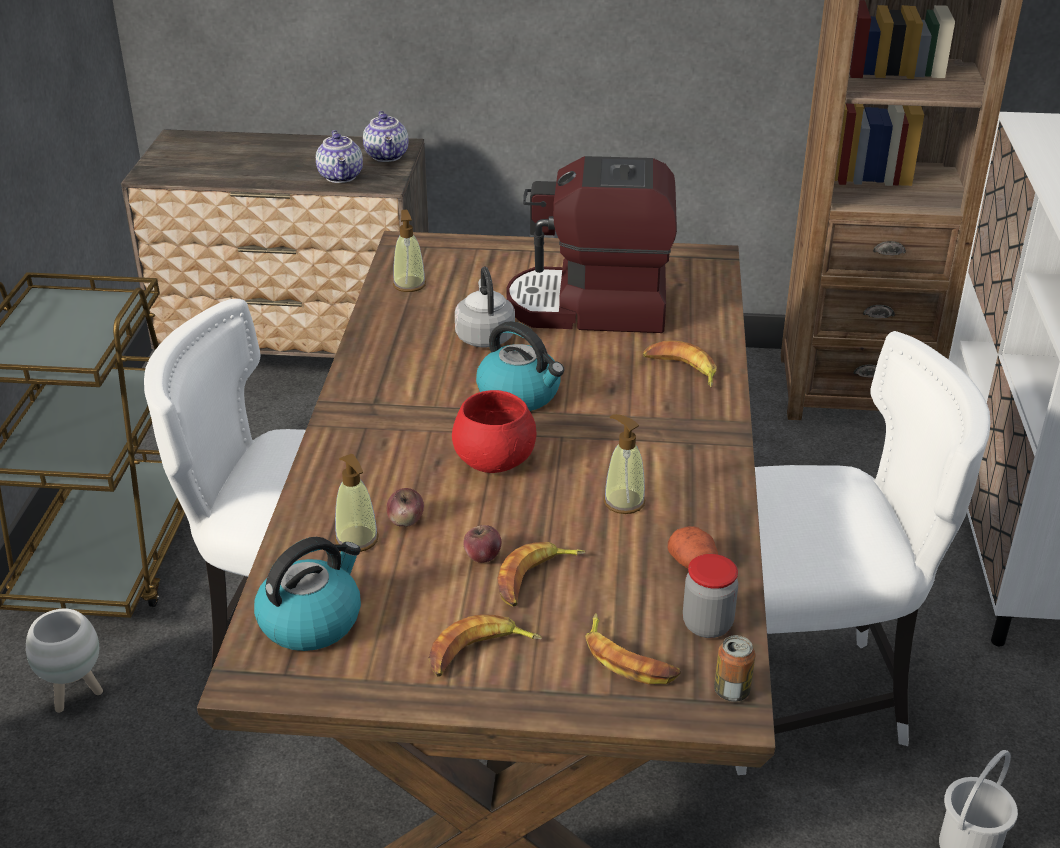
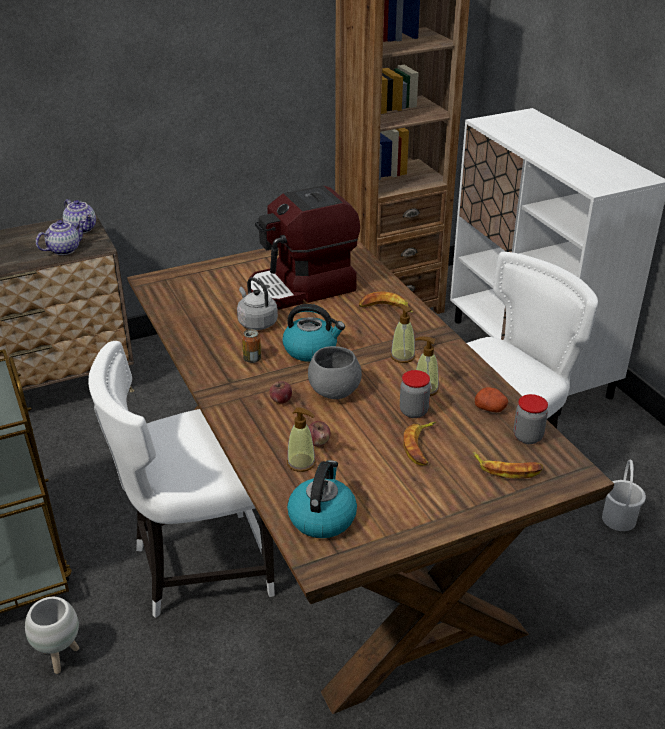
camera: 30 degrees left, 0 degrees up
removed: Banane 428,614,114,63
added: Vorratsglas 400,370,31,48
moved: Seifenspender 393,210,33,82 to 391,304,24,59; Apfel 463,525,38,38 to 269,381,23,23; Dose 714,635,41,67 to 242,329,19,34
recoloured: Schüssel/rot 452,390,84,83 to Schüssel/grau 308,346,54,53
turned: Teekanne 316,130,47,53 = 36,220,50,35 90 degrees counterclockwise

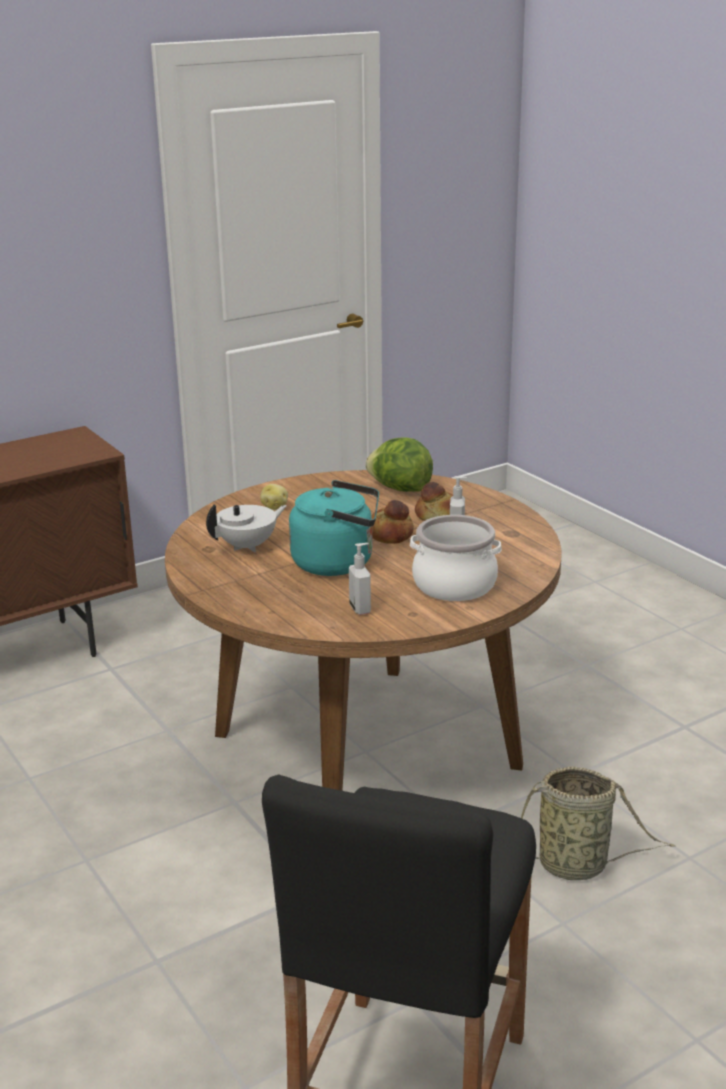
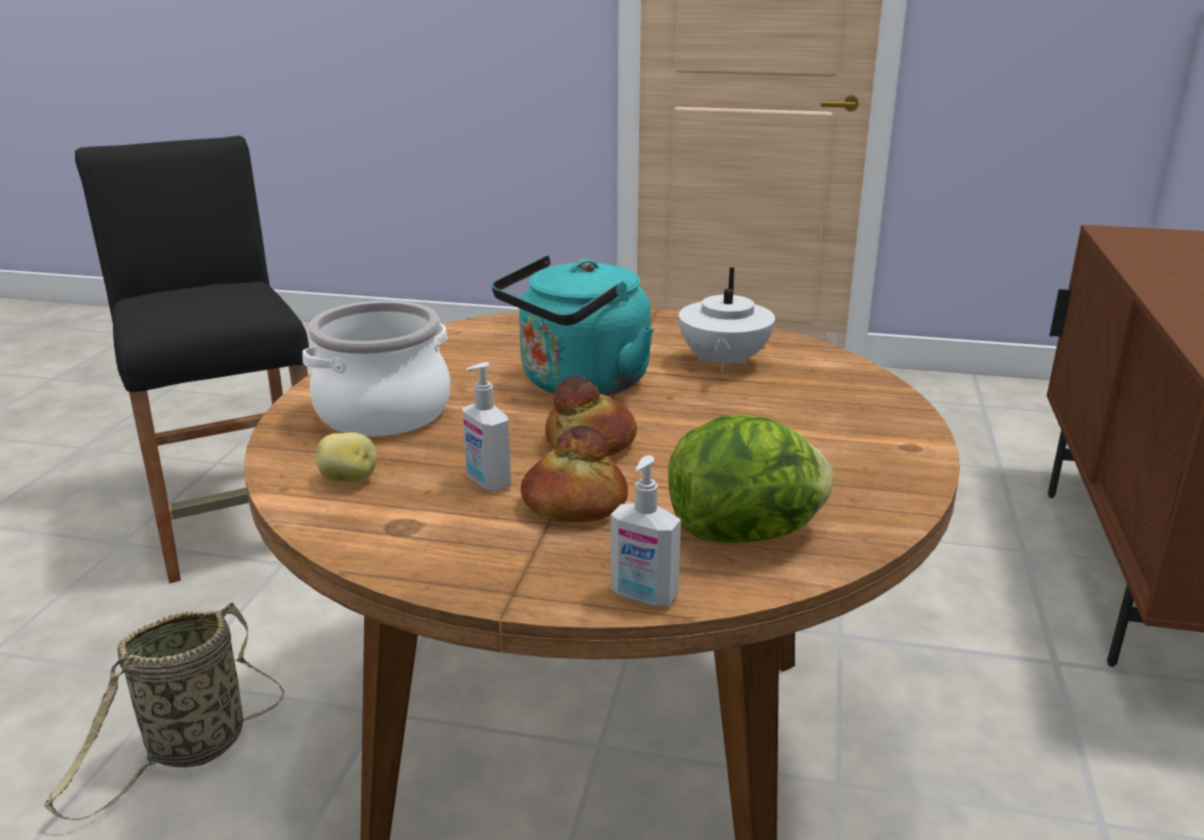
camera: 135 degrees right, 0 degrees up
moved: Kartoffel 260,484,28,26 to 316,432,61,51; Seifenspender 349,543,22,72 to 610,455,71,151

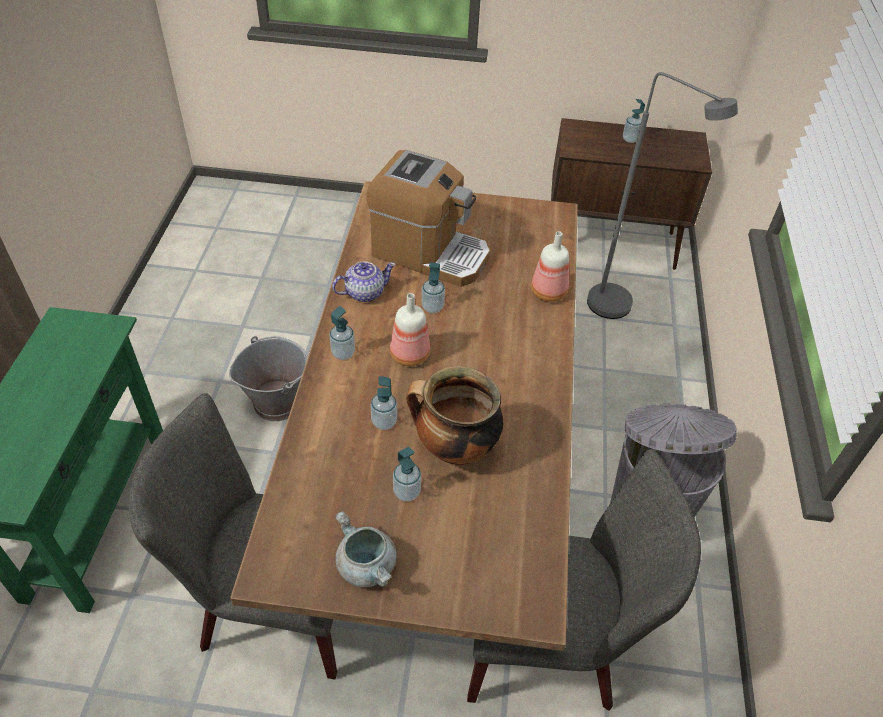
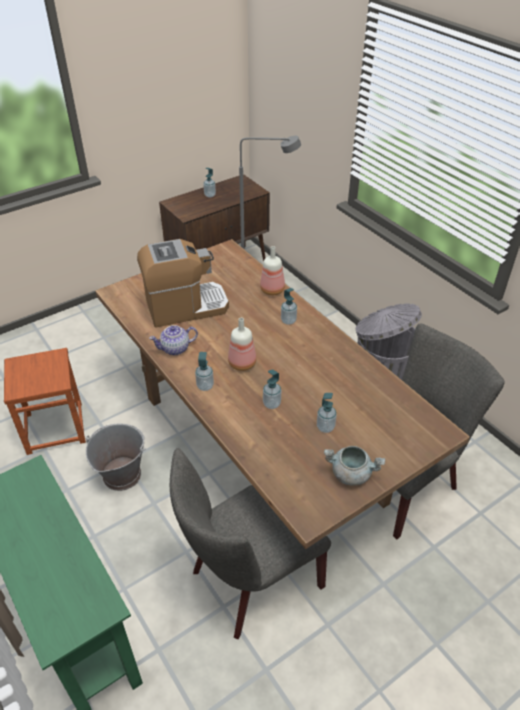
camera: 40 degrees left, 5 degrees down
removed: Kochtopf 406,366,97,99
added: Hocker/braun 4,348,82,107
moved: Seifenspender 422,262,23,51 to 281,288,16,37
turned: Teekanne 332,261,64,41 = 149,325,49,30 135 degrees counterclockwise

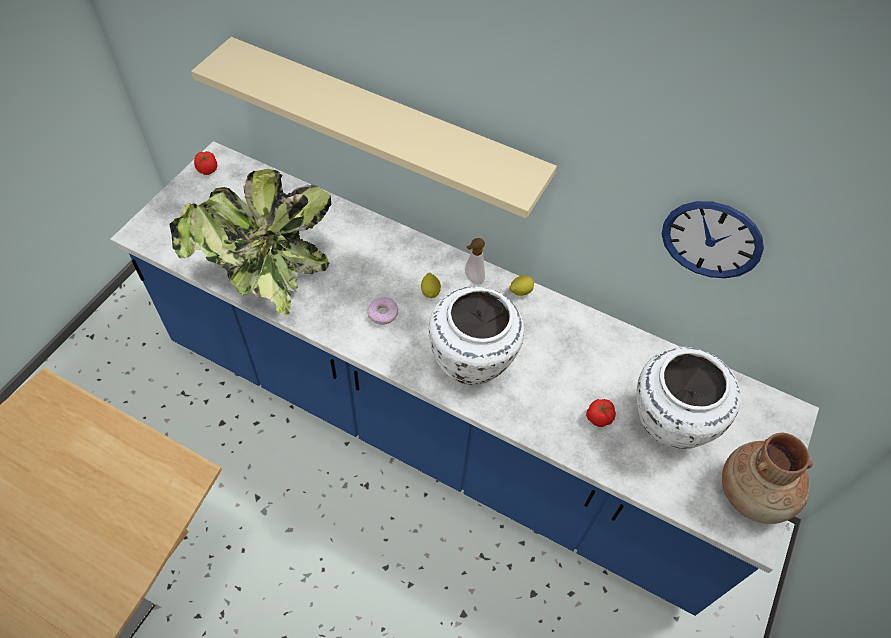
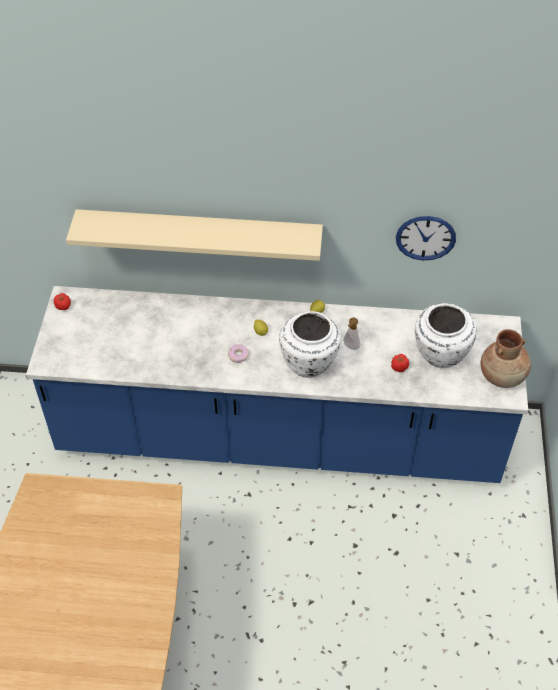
camera: 20 degrees left, 5 degrees down
removed: Topfpflanze 169,169,163,147
moved: Seifenspender 465,238,20,47 to 343,318,17,32

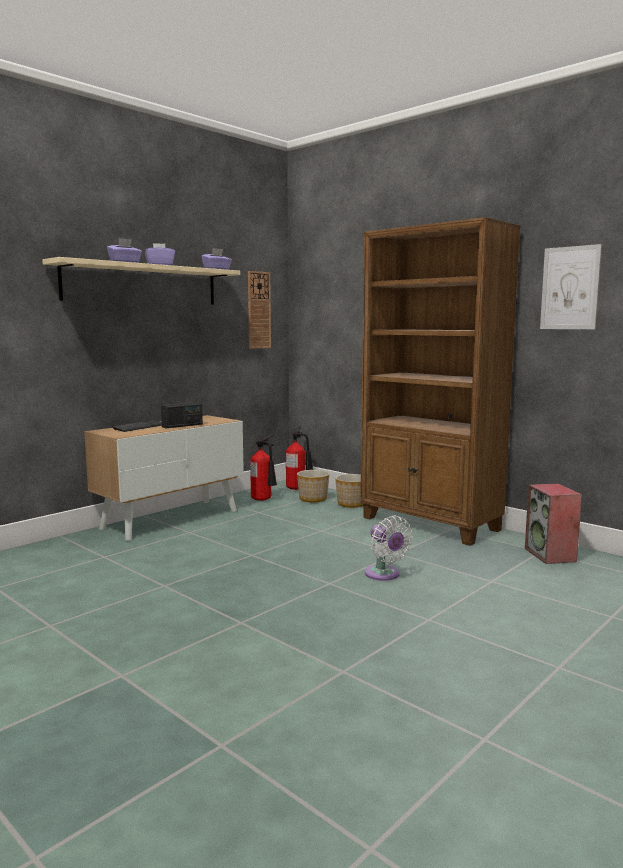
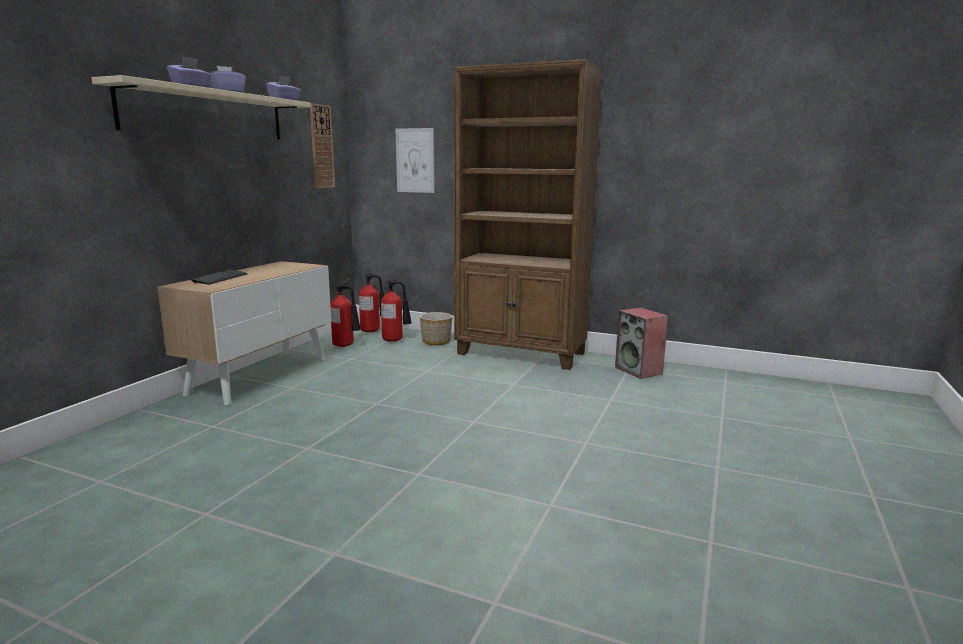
camera: 20 degrees left, 5 degrees up
removed: Radio 161,402,42,26; Ventilator/weiß 365,516,48,65
moved: Bild 540,244,62,85 to 396,128,39,65
replaced: Pflanzkübel 297,470,32,33 to Feuerlöscher 381,274,31,68

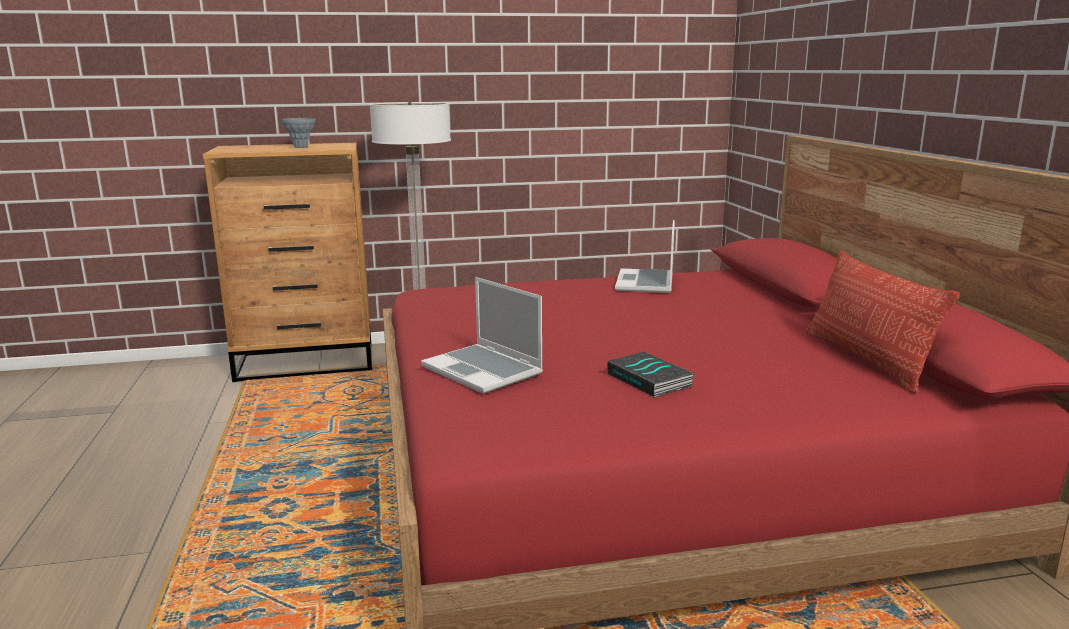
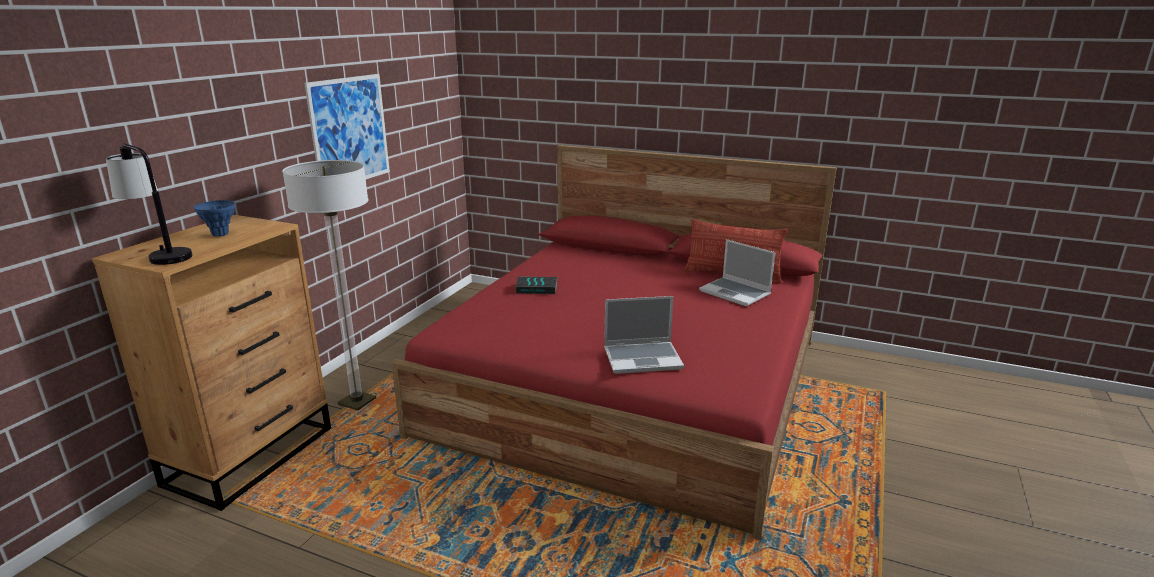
camera: 55 degrees left, 5 degrees up
added: Tischlampe 106,143,86,122; Bild 304,74,86,105
moved: Buch 607,352,88,45 to 516,276,42,18; Laptop 615,220,60,73 to 699,239,77,67
recoloured: Vase/grau 281,118,35,30 to Vase/blau 194,200,41,37

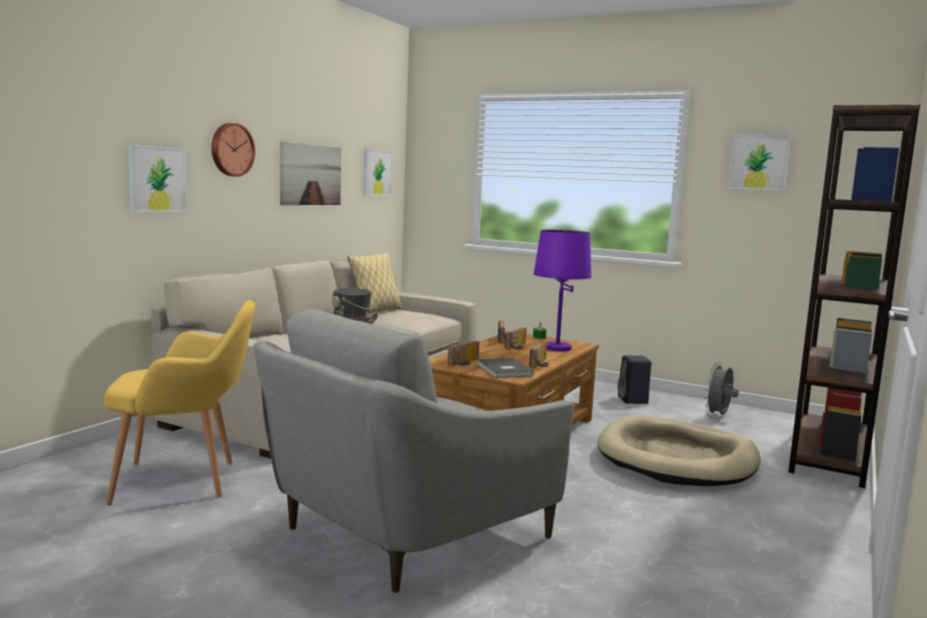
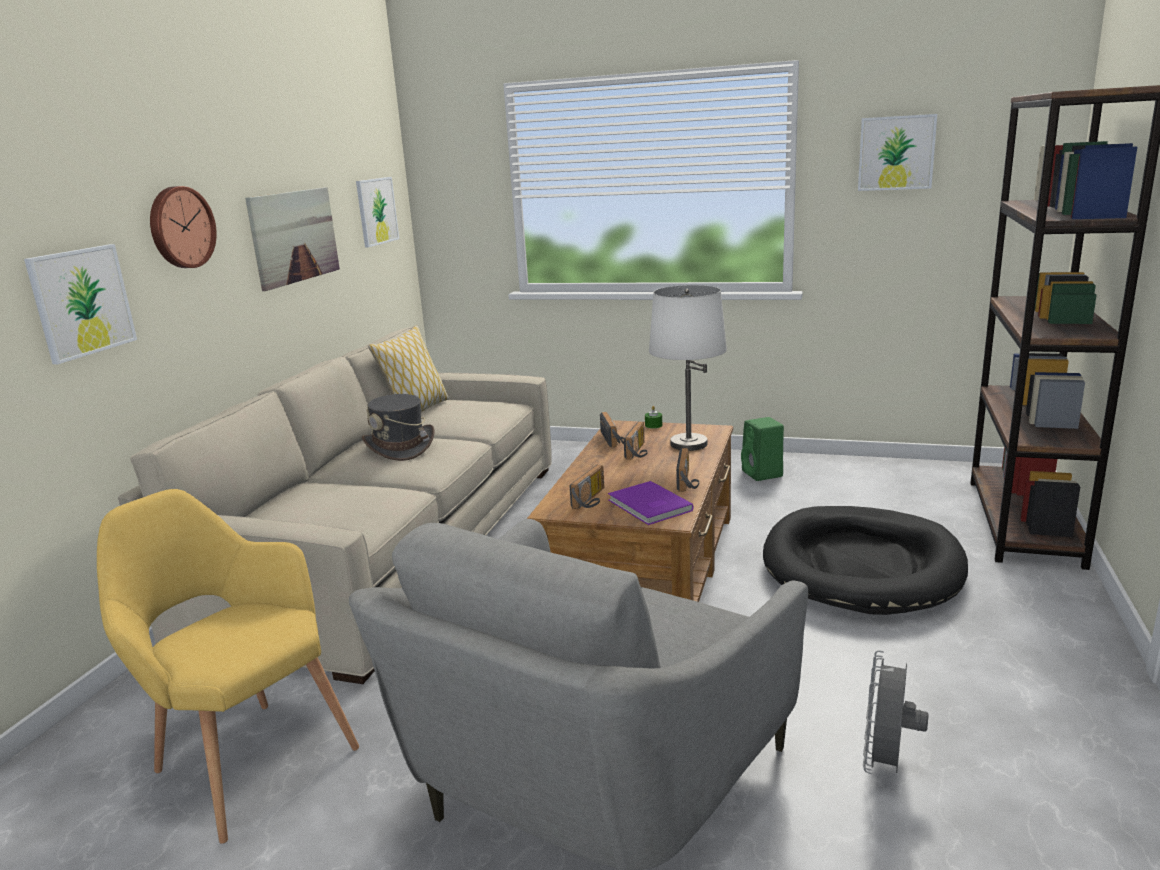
camera: 10 degrees left, 10 degrees up
moved: Ventilator/grau 705,362,34,54 to 863,651,66,123
recoloured: Buch/grau 477,358,56,20 to Buch/lila 608,481,86,44; Tischlampe/lila 534,230,58,122 to Tischlampe/weiß 649,285,78,166; Hundebett/beige 597,415,163,71 to Hundebett/schwarz 763,506,205,109; Lautsprecher/schwarz 618,355,34,49 to Lautsprecher/grün 741,417,43,64
turned: Sessel/gelb 104,300,151,205 = 97,489,262,355 120 degrees counterclockwise

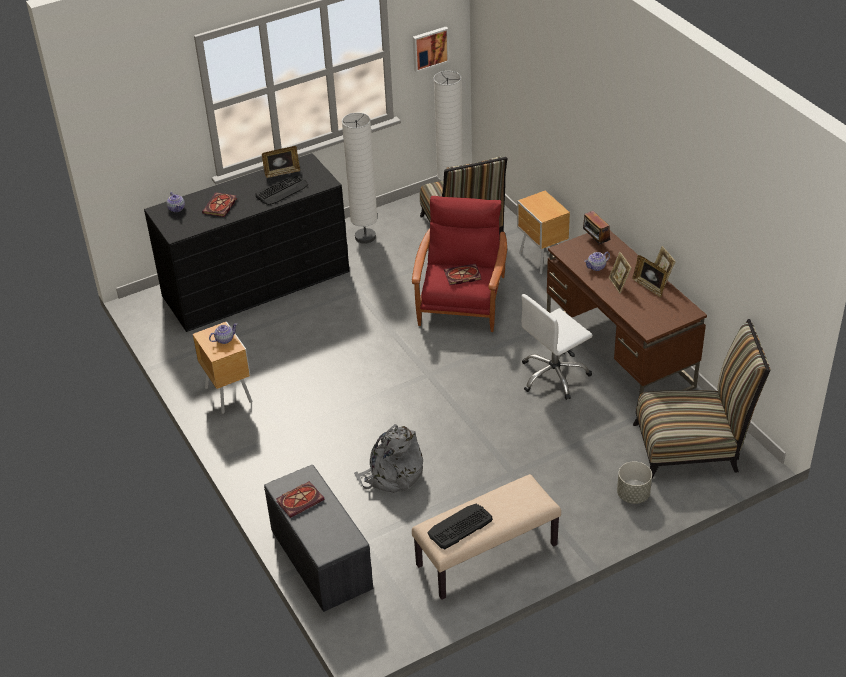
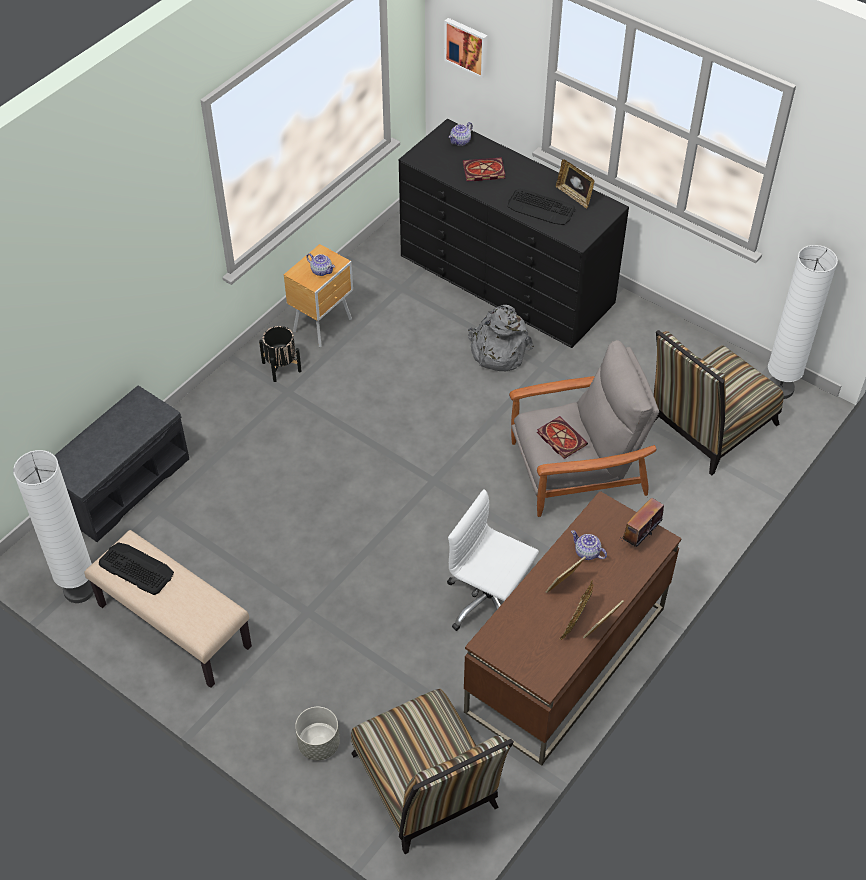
camera: 65 degrees right, 10 degrees up
removed: Buch 276,481,49,37; Nachttisch/braun 517,191,53,83
added: Pflanzkübel/schwarz 259,326,42,56
moved: Stehlampe/weiß 342,113,36,131 to 13,450,81,153; Rucksack/grau 354,424,69,69 to 468,305,66,66; Bild 413,27,36,45 to 444,18,43,61
recoloured: Sessel/rot 412,196,95,136 to Sessel/grau 509,340,150,177

